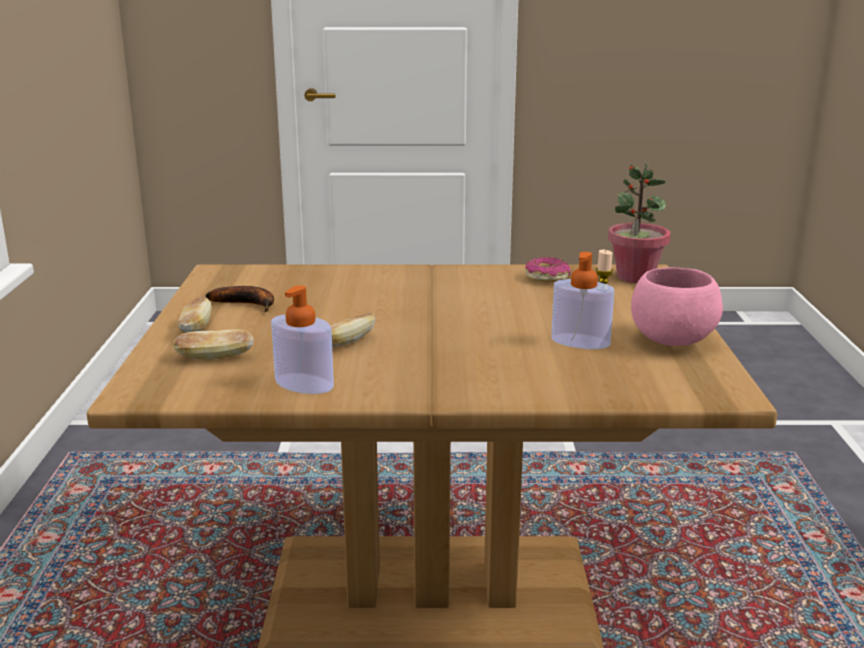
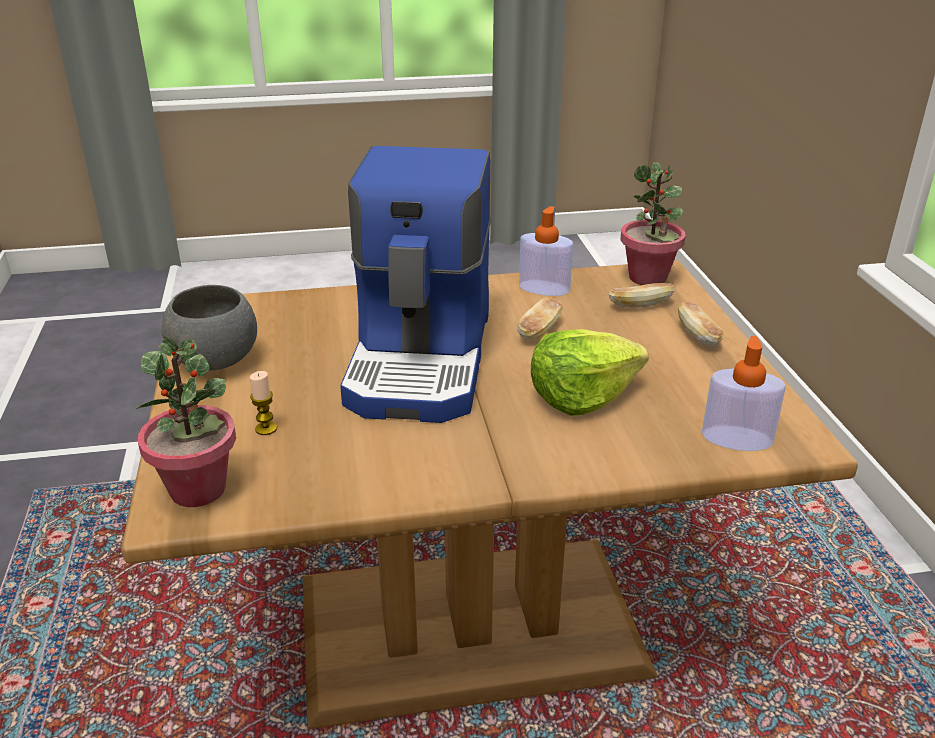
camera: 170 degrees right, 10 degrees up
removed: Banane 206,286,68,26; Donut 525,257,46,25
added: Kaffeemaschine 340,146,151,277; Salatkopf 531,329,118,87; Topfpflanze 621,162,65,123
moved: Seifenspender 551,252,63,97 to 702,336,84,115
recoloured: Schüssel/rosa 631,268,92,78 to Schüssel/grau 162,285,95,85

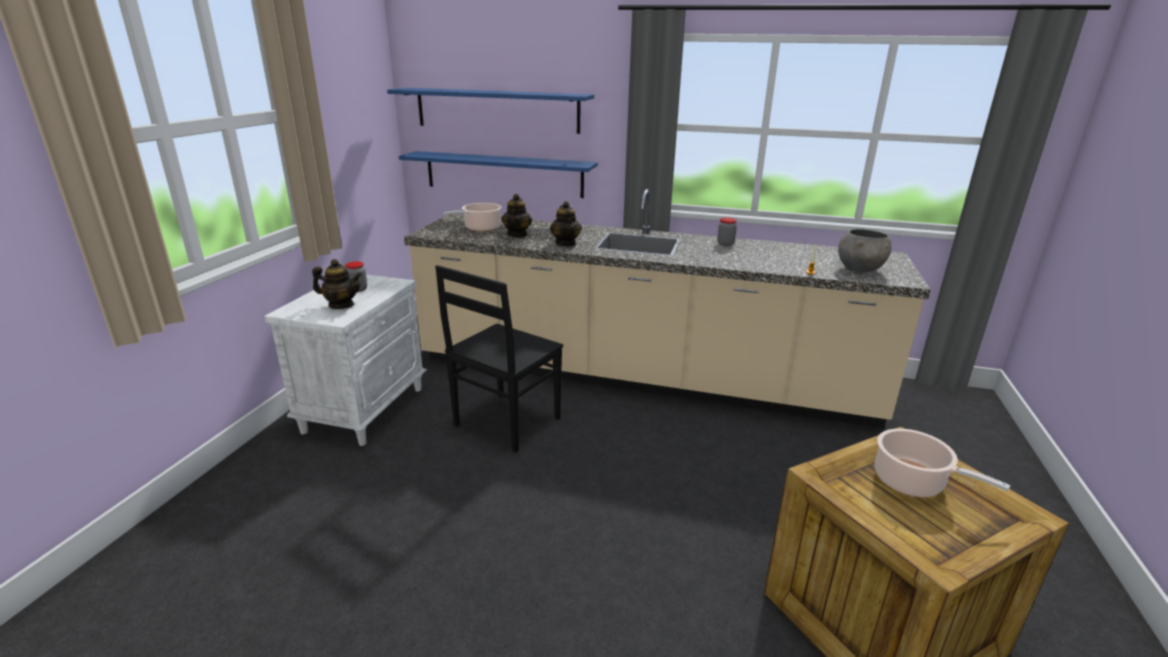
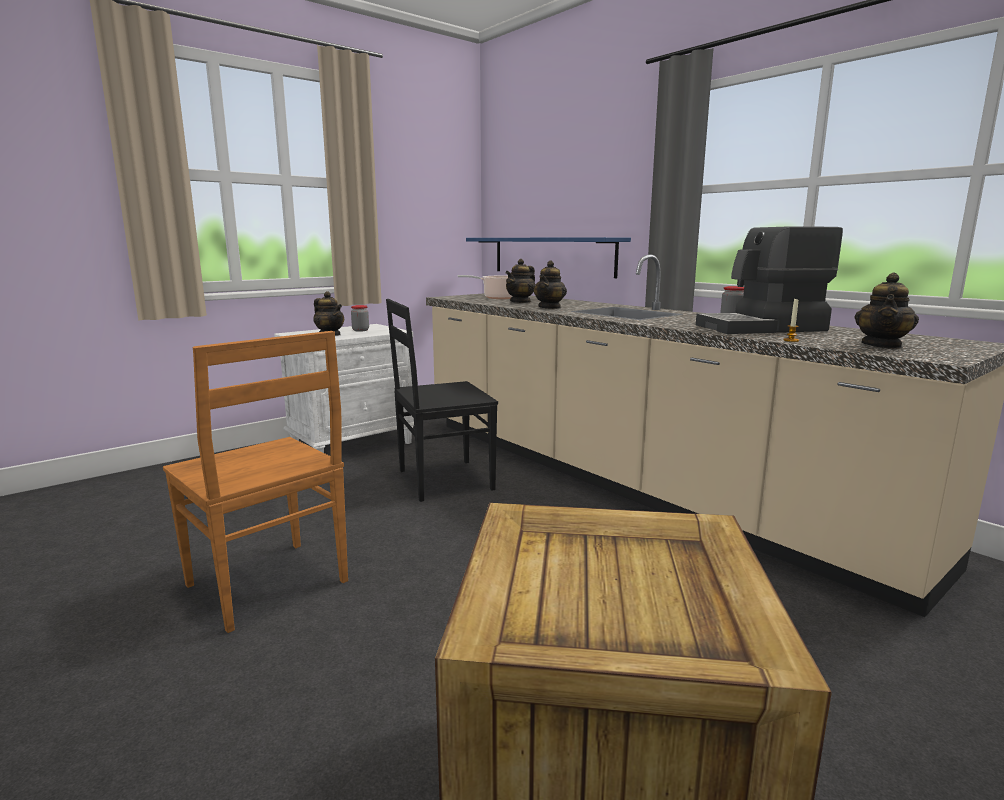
camera: 35 degrees right, 10 degrees down
removed: Wandregal/blau 387,88,207,46; Kochtopf 875,429,135,68
added: Stuhl/braun 163,331,185,302; Kaffeemaschine 696,226,147,108
replaced: Schüssel/grau 838,229,54,44 to Teekanne 855,273,64,76

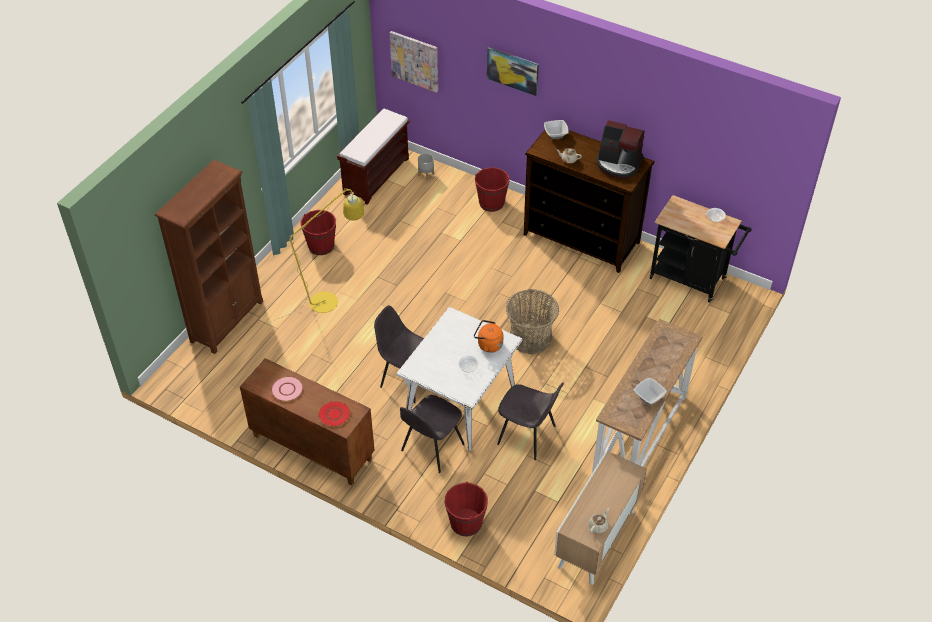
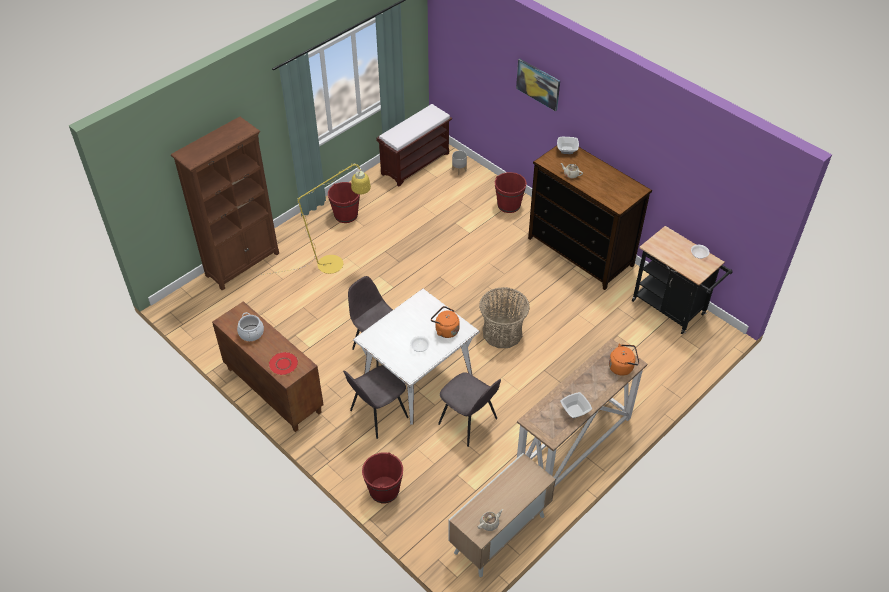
camera: 15 degrees right, 0 degrees up
removed: Bild 389,31,49,62; Kaffeemaschine 596,120,48,58
added: Wasserkessel/orange 609,343,31,33
replaced: Teller/rosa 271,376,32,25 to Kochtopf 237,312,27,29

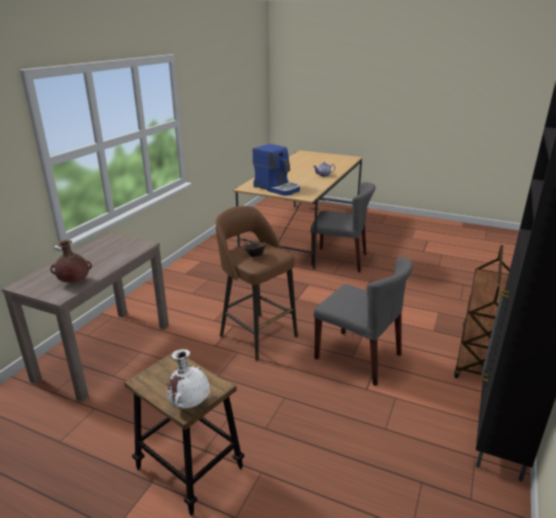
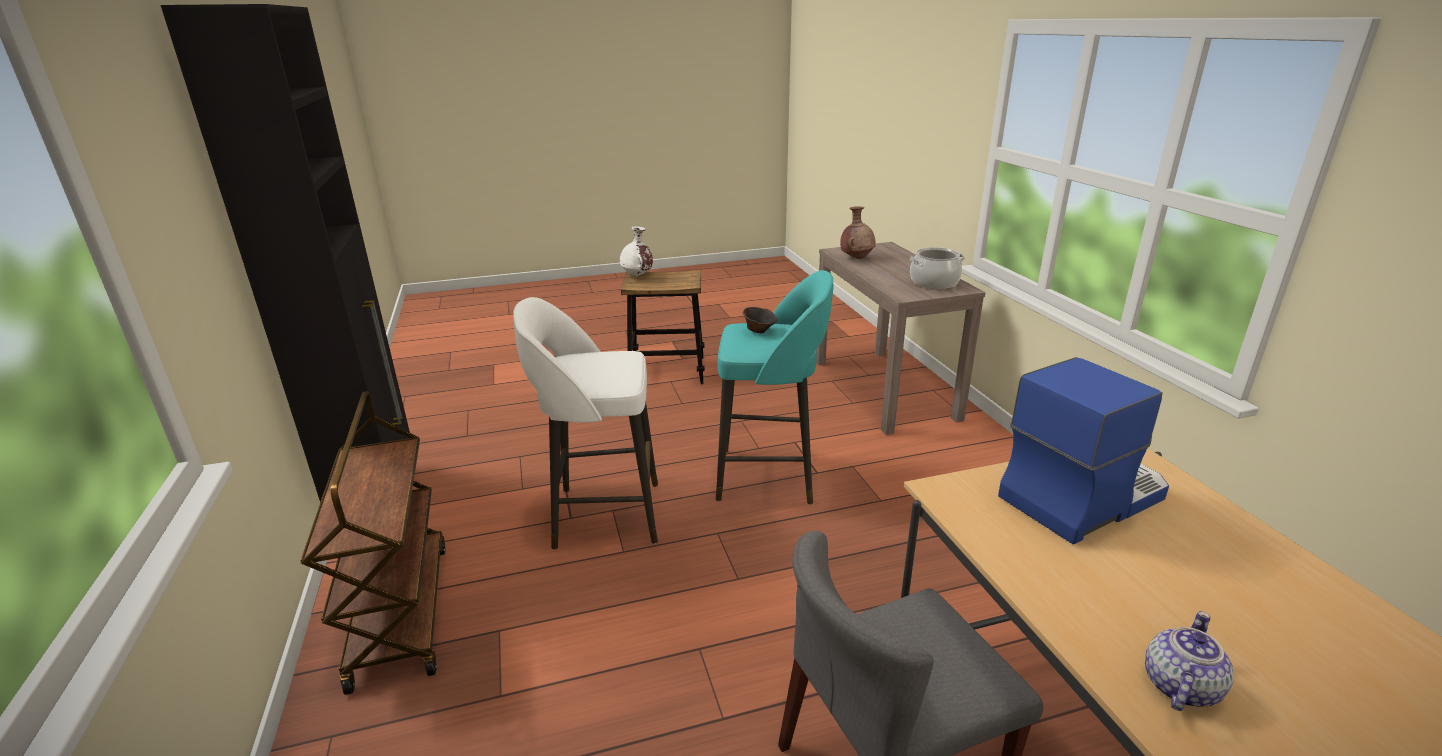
camera: 140 degrees right, 0 degrees up
added: Kochtopf 910,247,55,42
replaced: Stuhl/grau 314,257,99,129 to Hocker/weiß 513,297,145,253
recoloured: Hocker/braun 215,206,83,155 to Hocker/türkis 716,270,117,235
turned: Kaffeemaschine 253,144,47,52 = 998,357,171,187 150 degrees clockwise

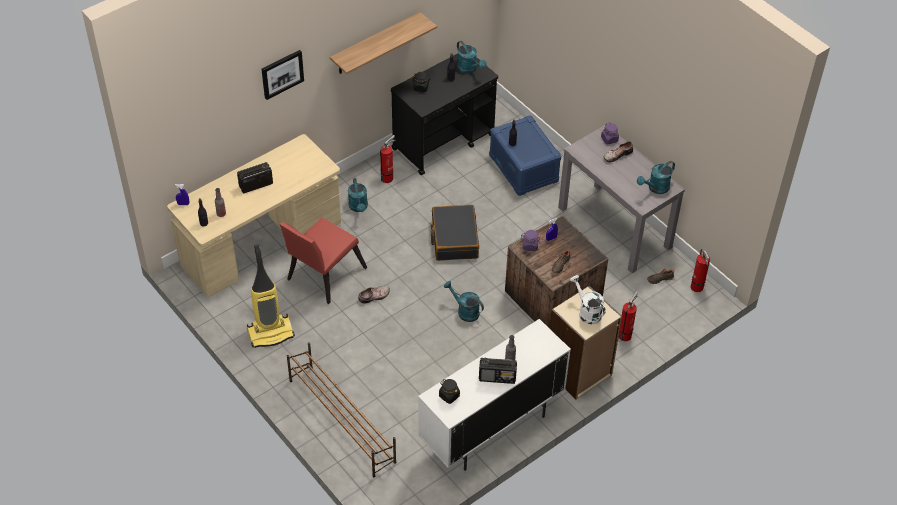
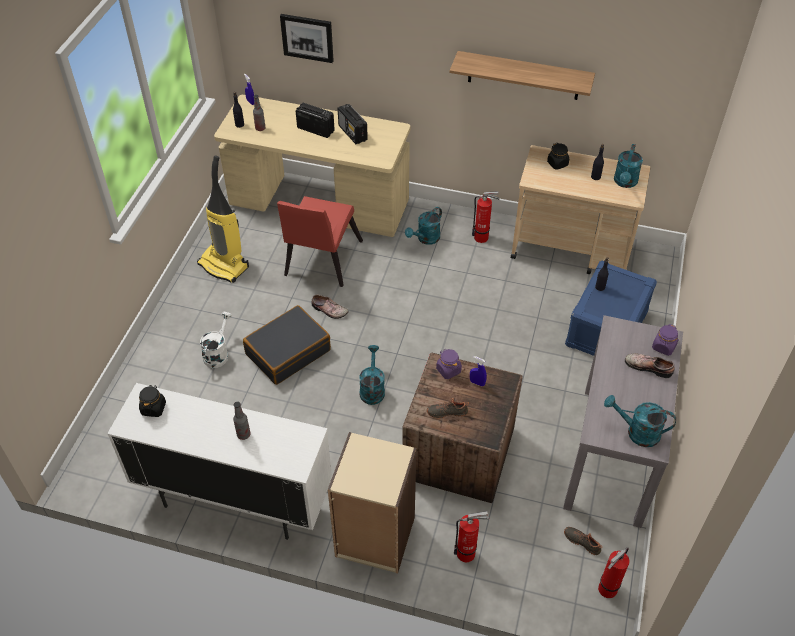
camera: 55 degrees right, 0 degrees up
removed: Schuhregal/braun 287,342,109,135
moved: Bild 262,50,42,50 to 280,14,54,49; Koffer/schwarz 431,205,48,56 to 243,305,88,80; Radio 479,357,38,27 to 338,104,30,40; Gießkanne/weiß 570,275,36,49 to 200,312,32,56
recoloured: Rollwagen/schwarz 391,53,107,122 to Rollwagen/beige 511,145,140,129
turned: Stuhl/rot 280,217,87,87 = 277,196,86,91 75 degrees counterclockwise

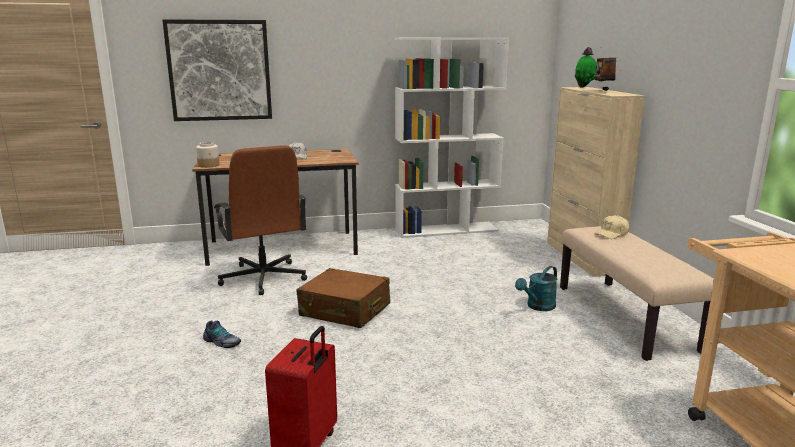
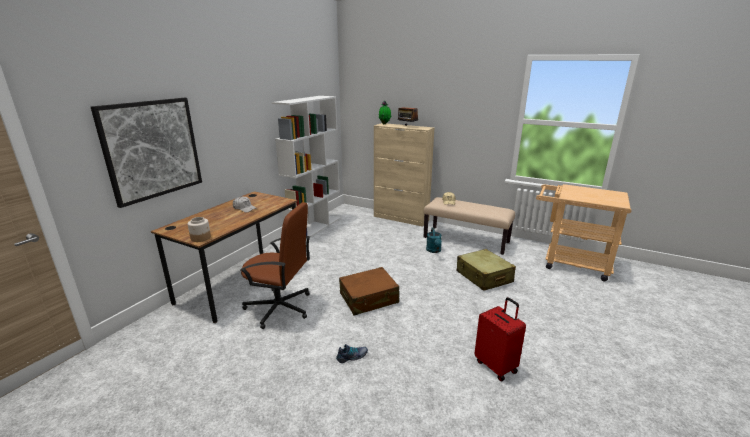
camera: 50 degrees left, 5 degrees up
added: Koffer/beige 457,249,59,42

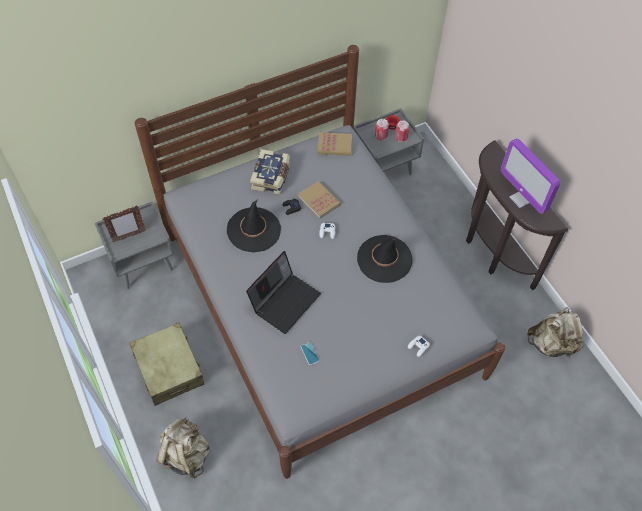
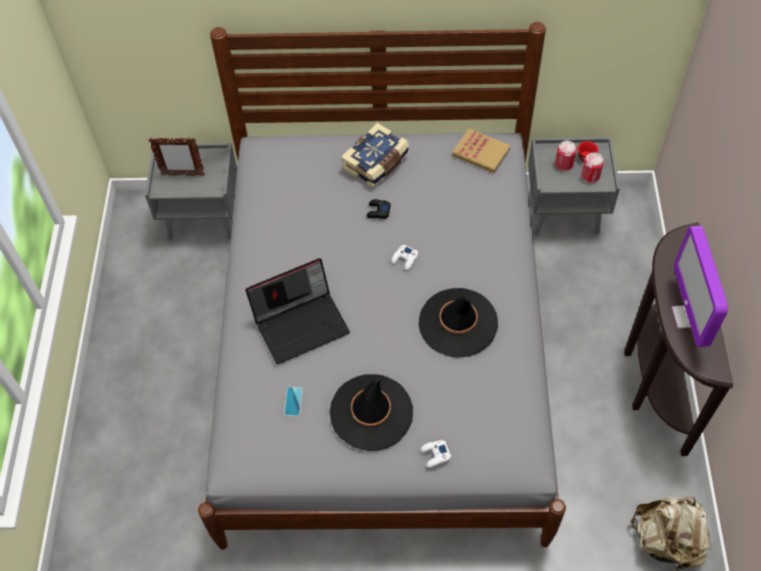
camera: 30 degrees right, 0 degrees up
removed: Koffer/beige 129,323,75,83; Rucksack/beige 157,417,53,62; Buch 298,181,43,37
moved: Hut/schwarz 227,199,54,53 to 330,374,83,77

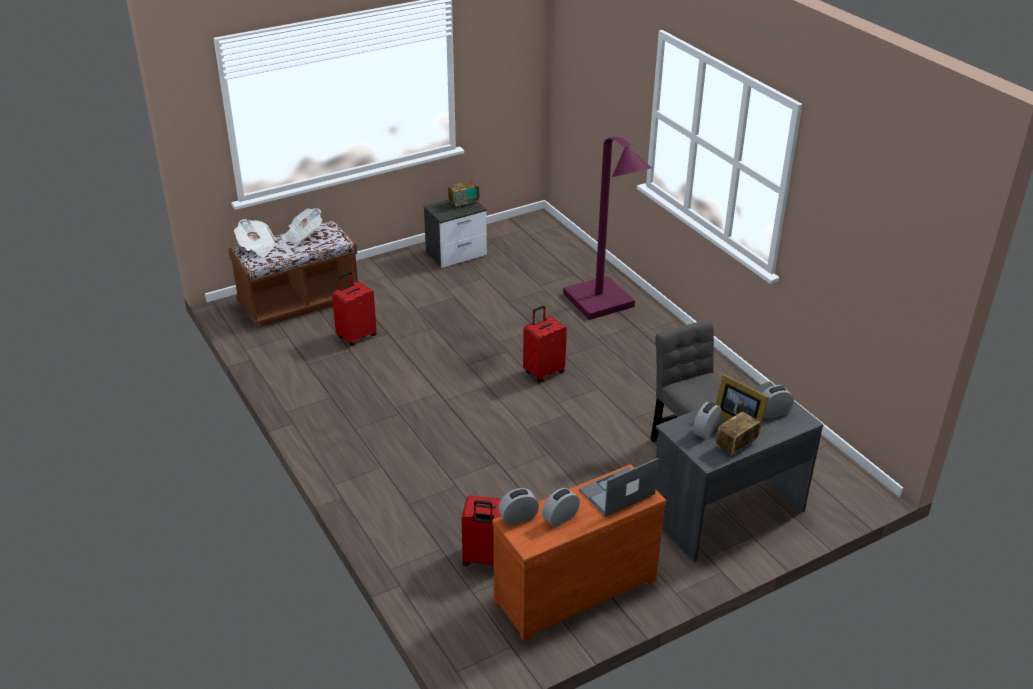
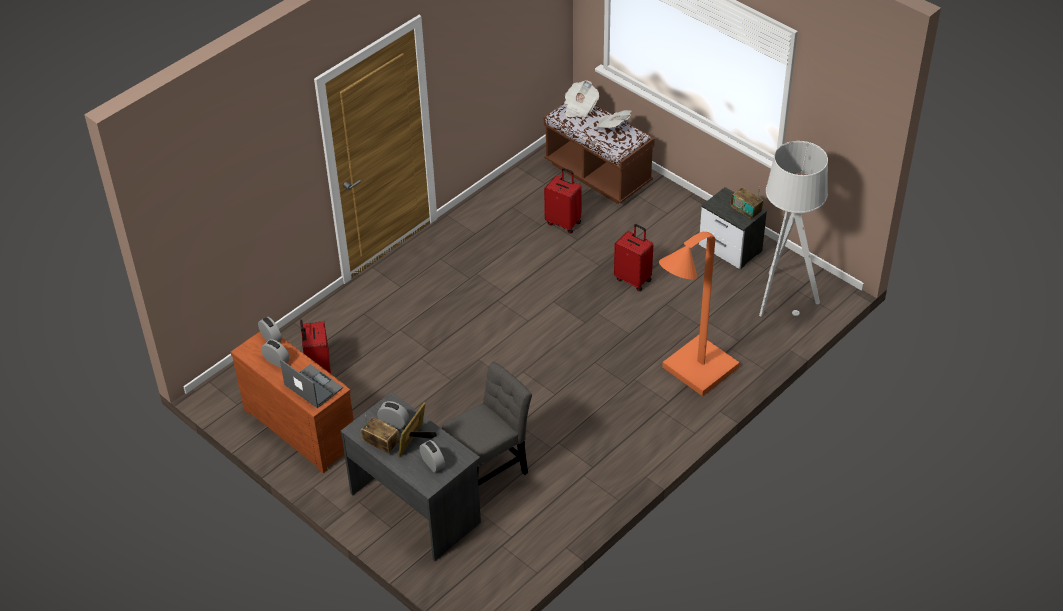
camera: 75 degrees right, 10 degrees up
added: Stehlampe/grau 759,141,69,176
moved: Koffer/rot 523,306,44,76 to 614,224,39,67
recoloured: Stehlampe/lila 563,137,88,183 to Stehlampe/orange 659,232,81,164

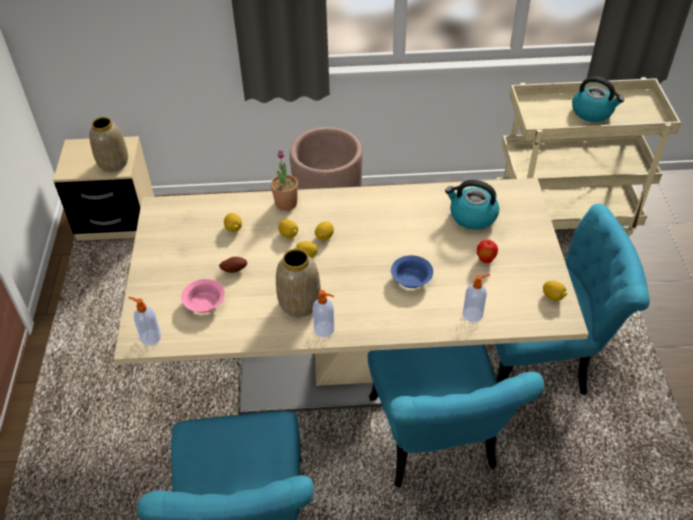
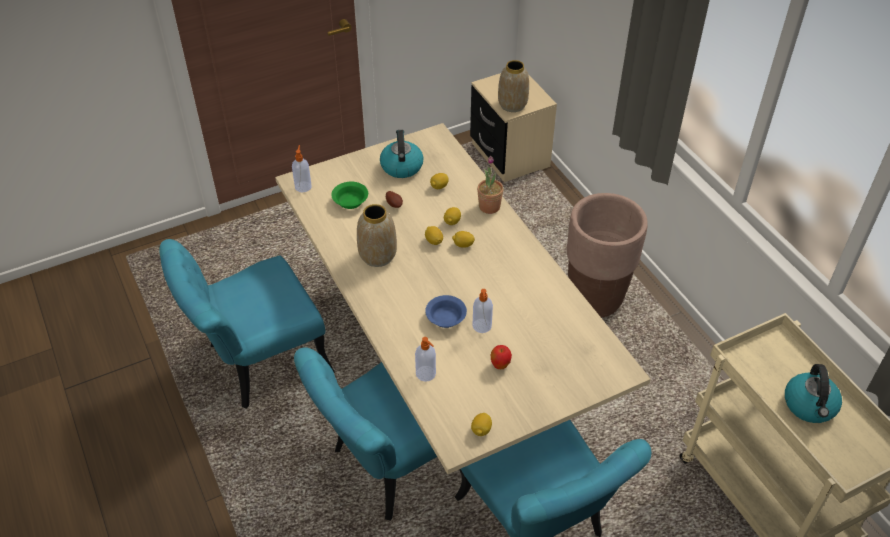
camera: 65 degrees right, 0 degrees up
moved: Seifenspender 312,290,23,47 to 472,289,21,44; Wasserkessel 445,180,54,50 to 380,130,44,48
recoloured: Schüssel/rosa 181,279,44,34 to Schüssel/grün 331,182,37,27

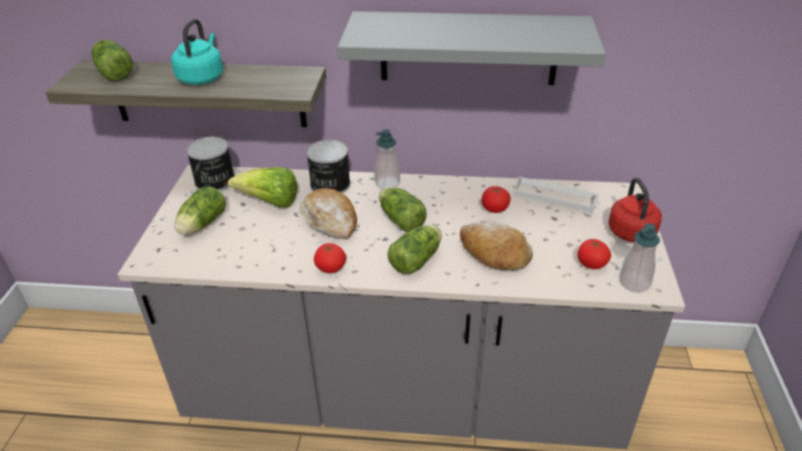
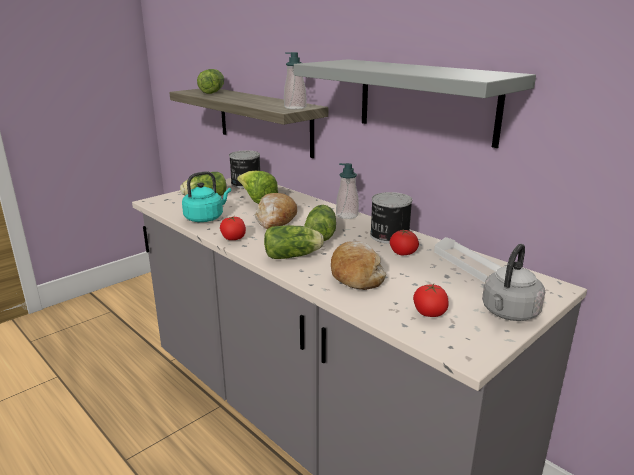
camera: 40 degrees right, 15 degrees down
moved: Wasserkessel/türkis 171,19,52,66 to 182,171,49,51; Dose 306,140,45,53 to 370,192,42,52; Seifenspender 619,223,41,69 to 284,52,22,57
recoloured: Wasserkessel/rot 608,178,54,64 to Wasserkessel/grau 482,244,63,77

